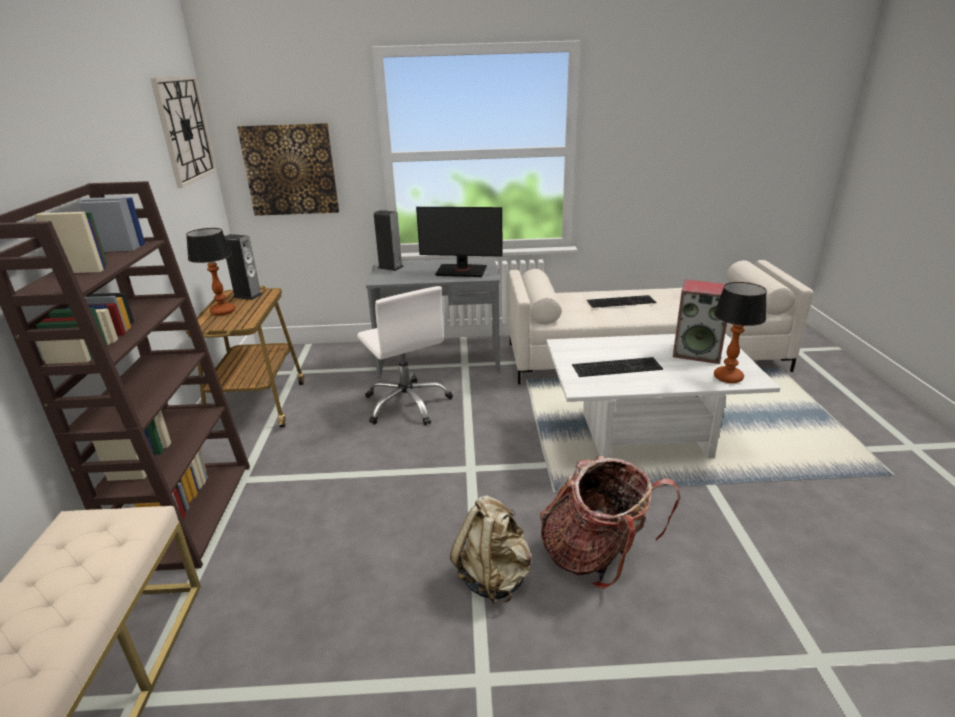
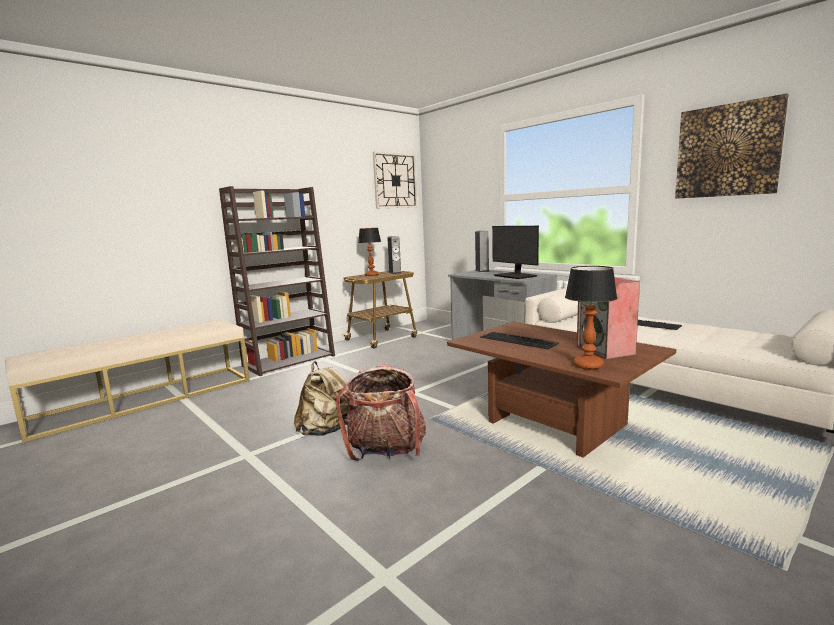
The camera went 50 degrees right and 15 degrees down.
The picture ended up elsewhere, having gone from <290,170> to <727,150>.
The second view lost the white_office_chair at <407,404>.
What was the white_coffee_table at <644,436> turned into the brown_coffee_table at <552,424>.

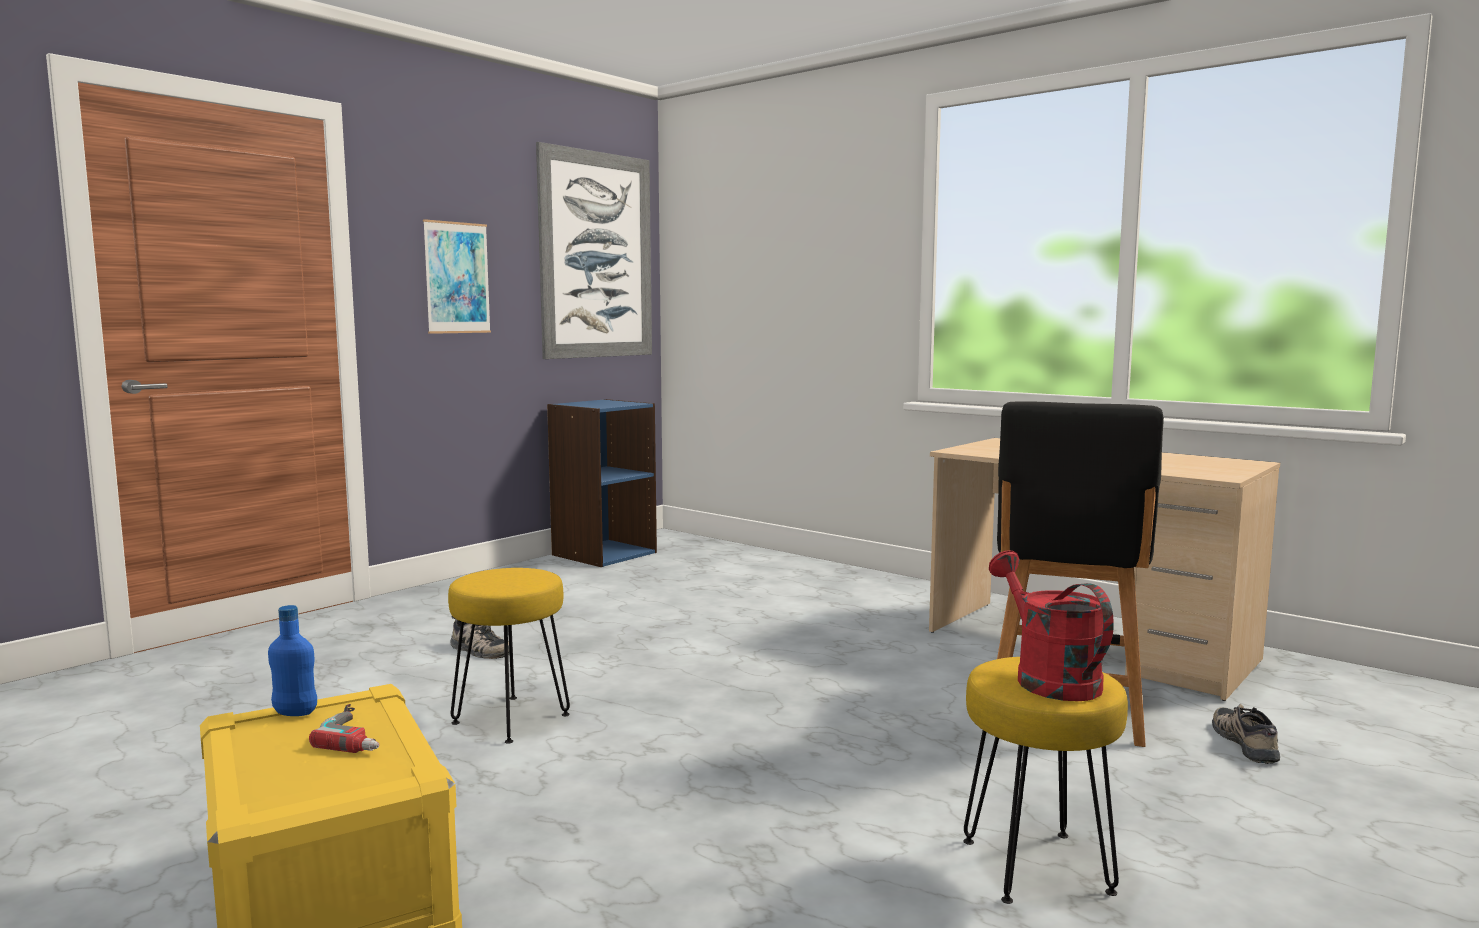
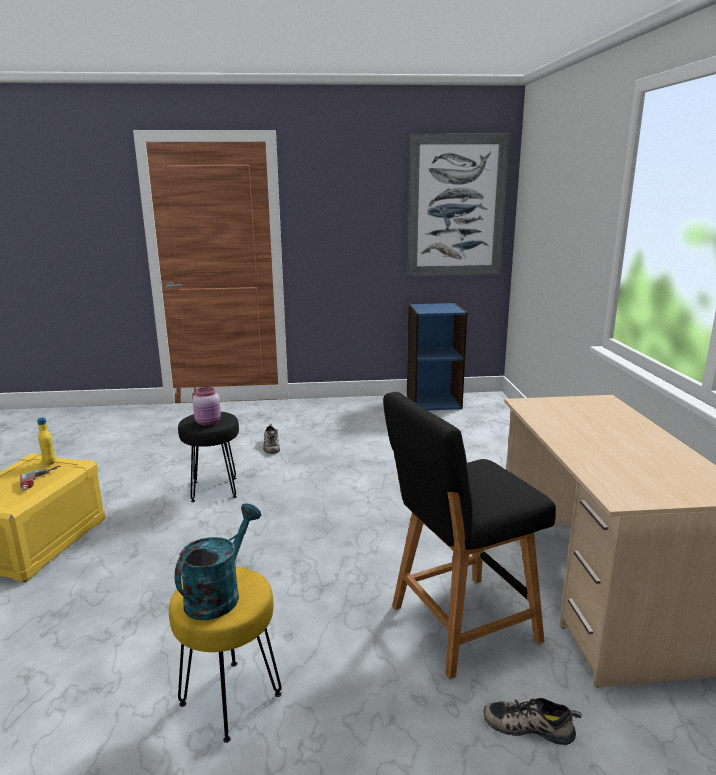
The camera went 45 degrees right and 10 degrees up.
The second view lost the picture at <457,278>.
What was the red_watering_can at <1048,678> turned into the turquoise_watering_can at <219,594>.
What was the yellow_stool at <511,718> turned into the black_stool at <215,489>.
What was the blue_bottle at <295,713> turned into the yellow_bottle at <49,462>.
The shoe at <1247,743> ended up facing another way, 120 degrees counterclockwise from before.
The second view gained the pink_jar at <209,422>.

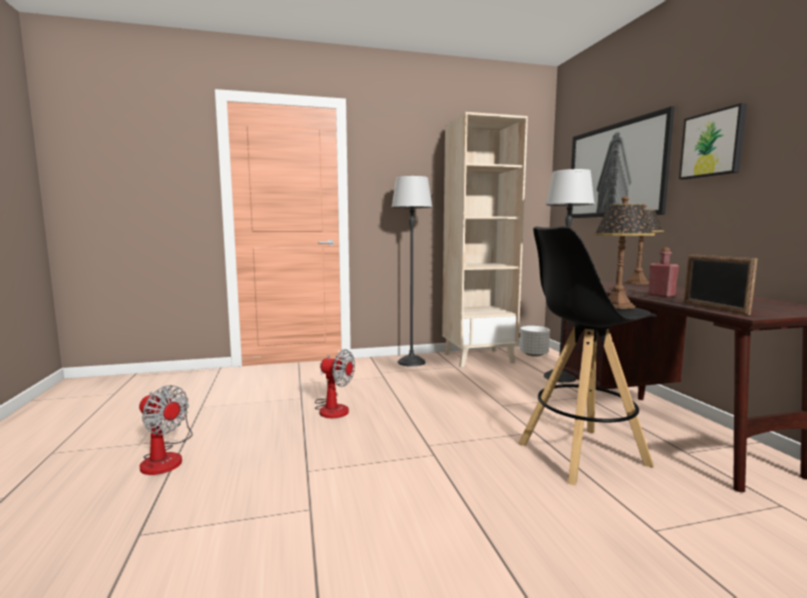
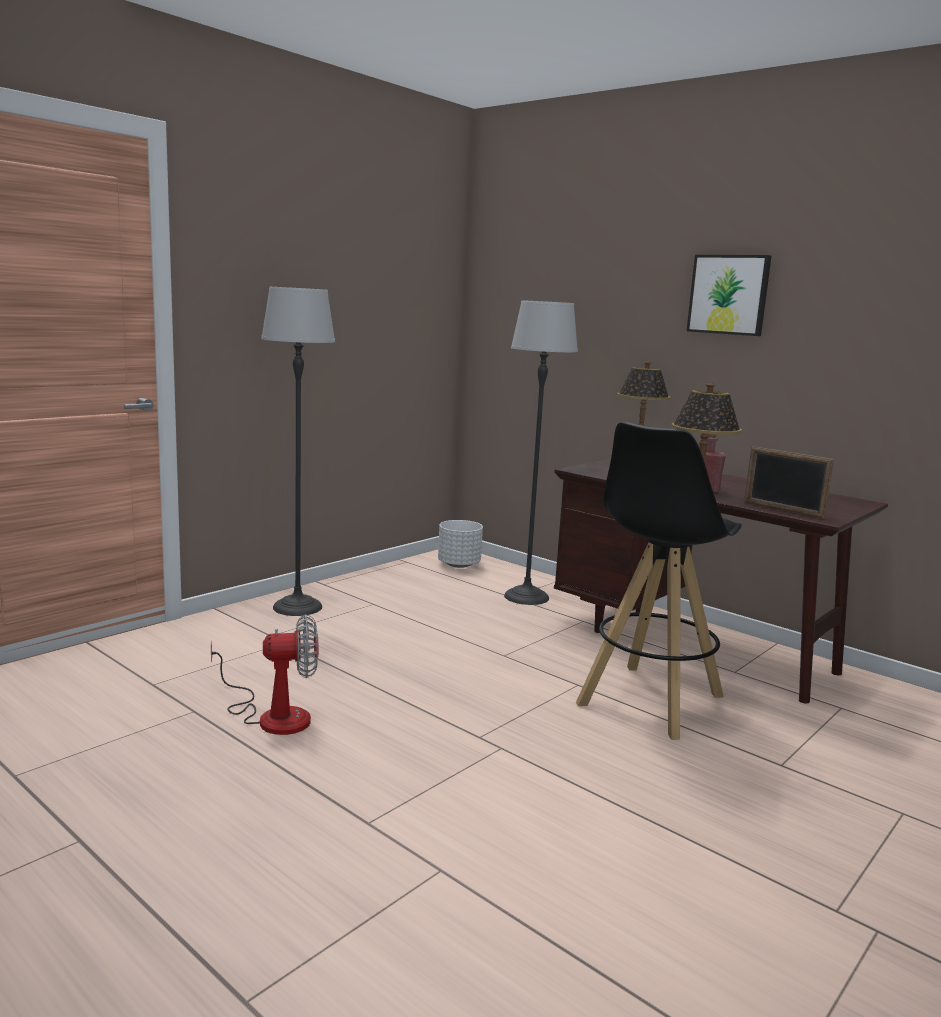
The camera went 35 degrees left and 5 degrees up.
The second view lost the picture at <616,171>.
The second view lost the beige_bookcase at <478,358>.
The second view lost the fan at <166,457>.

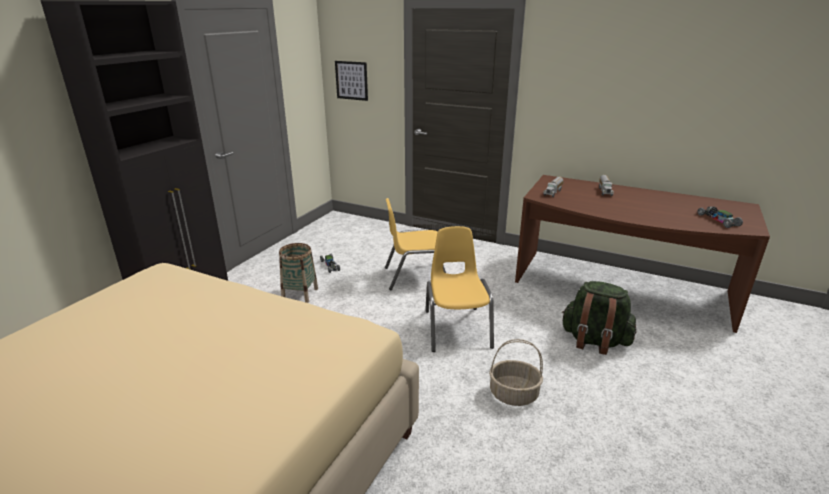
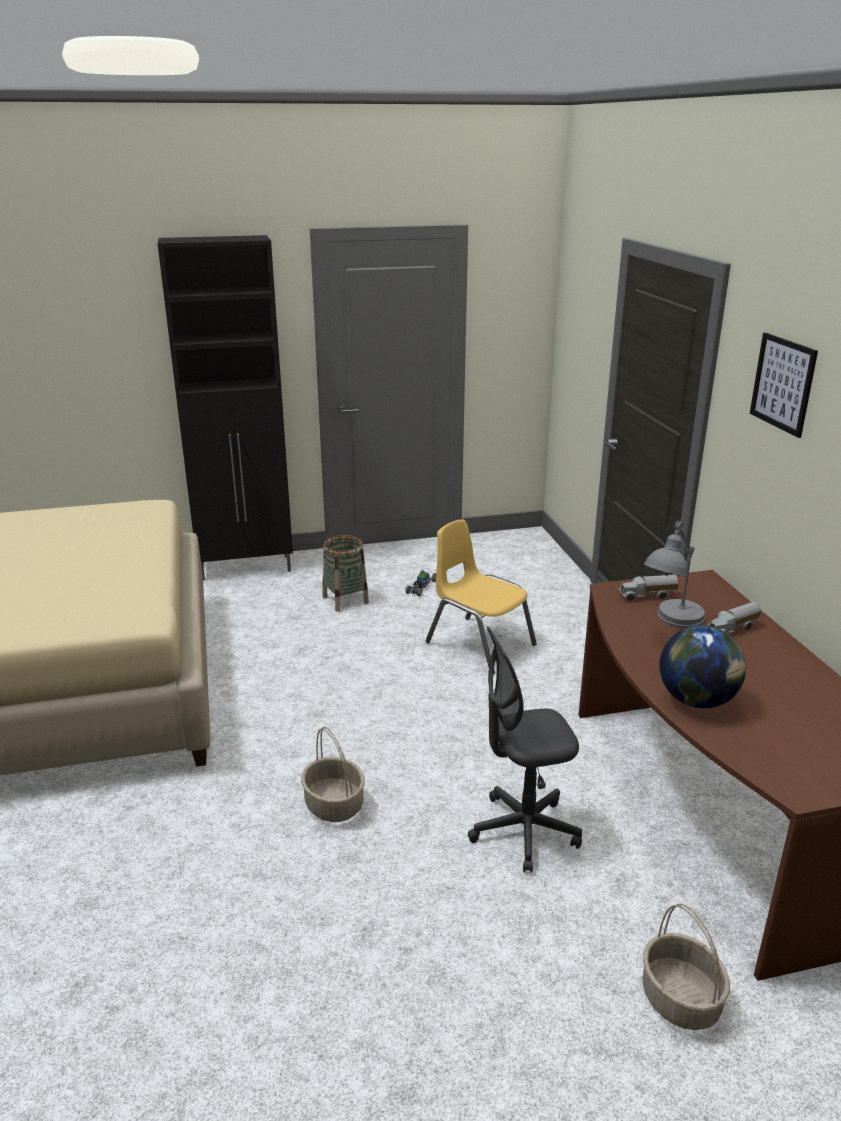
The camera went 50 degrees right and 0 degrees up.
The picture ended up elsewhere, having gone from <351,80> to <783,383>.
The second view lost the toy_car at <718,220>.
The second view lost the yellow_chair at <457,328>.
Where the green_backpack stood at <594,341>, the grey_office_chair came to stand at <524,831>.
The second view gained the grey_table_lamp at <670,624>.
The second view gained the globe at <697,700>.
The second view gained the basket at <681,1000>.

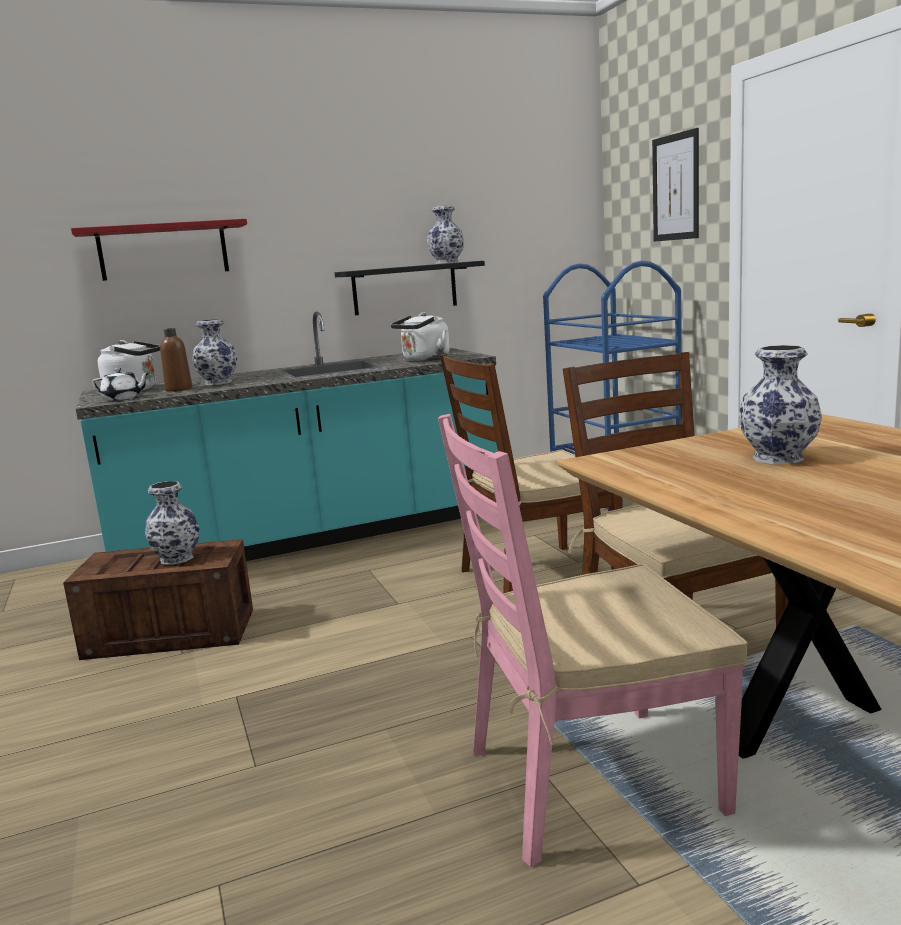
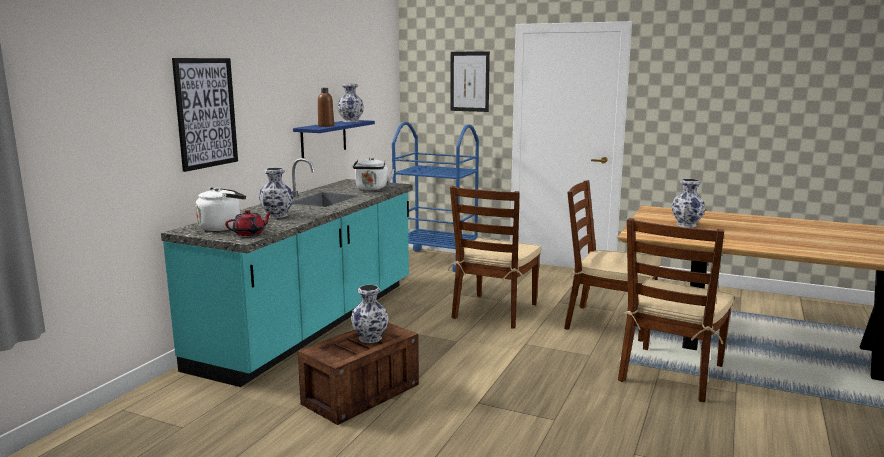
The camera went 45 degrees left and 0 degrees up.
Where the red_shelf hung at <163,251>, the picture came to hang at <206,113>.
What was the black_shelf at <404,288> turned into the blue_shelf at <323,138>.
The brown_bottle ended up elsewhere, having gone from <179,389> to <326,126>.
What was the white_teapot at <123,398> turned into the red_teapot at <250,233>.
What was the pink_chair at <590,780> turned into the brown_chair at <671,373>.

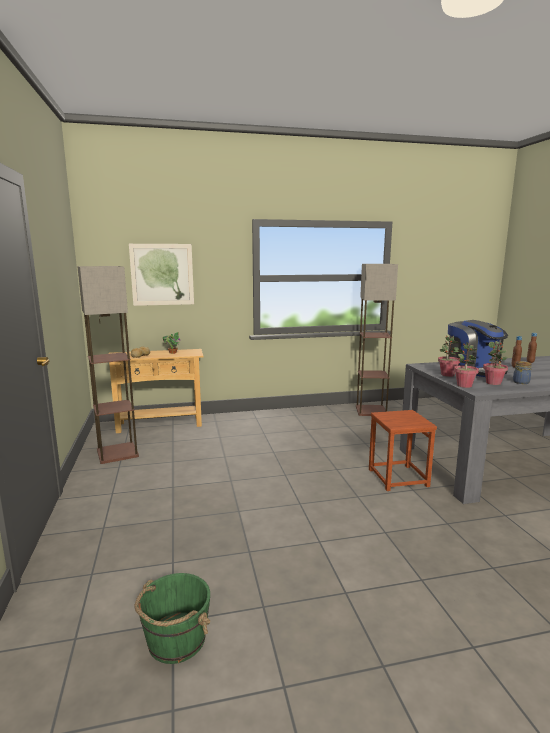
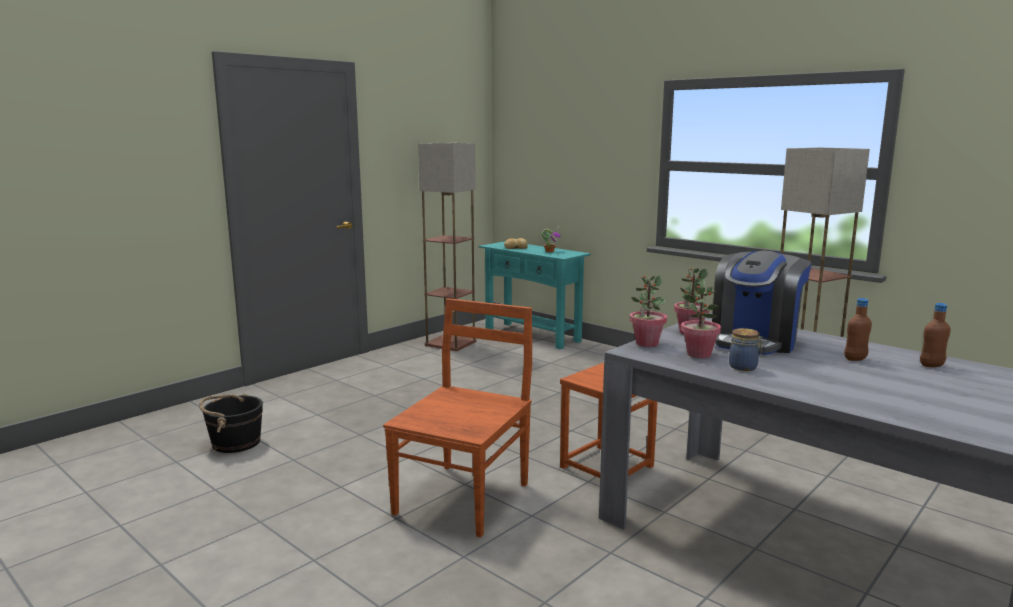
The camera went 55 degrees right and 0 degrees up.
The second view lost the picture at <162,274>.
What was the beige_console_table at <160,424> turned into the turquoise_console_table at <532,335>.
What was the green_bucket at <175,640> turned into the black_bucket at <235,443>.
The second view gained the brown_chair at <464,497>.

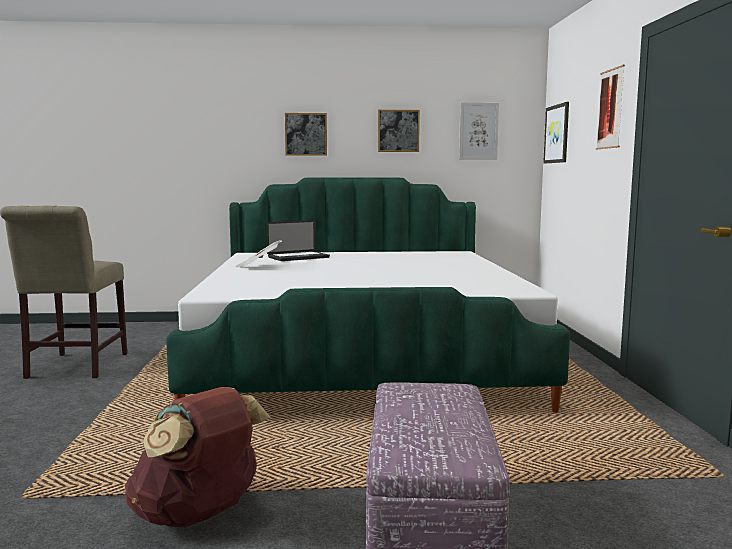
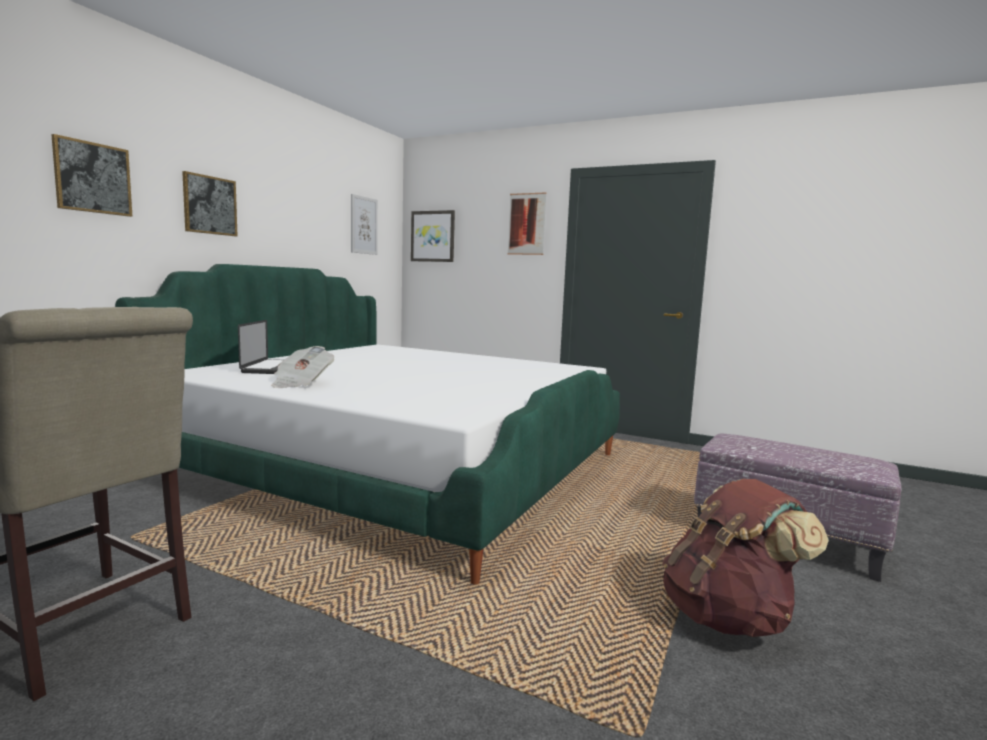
The camera went 60 degrees left and 0 degrees up.
The picture ended up elsewhere, having gone from <398,131> to <93,178>.

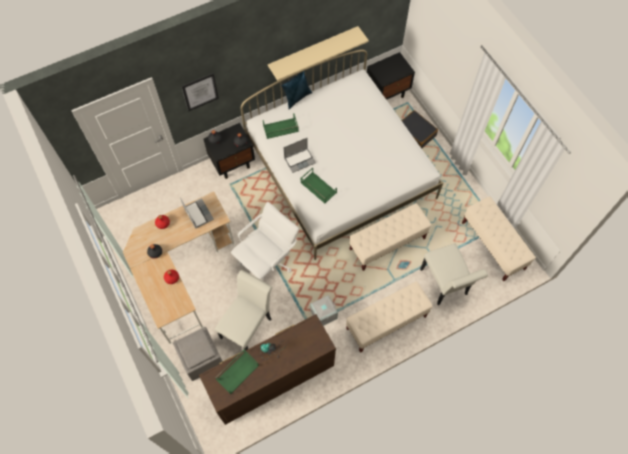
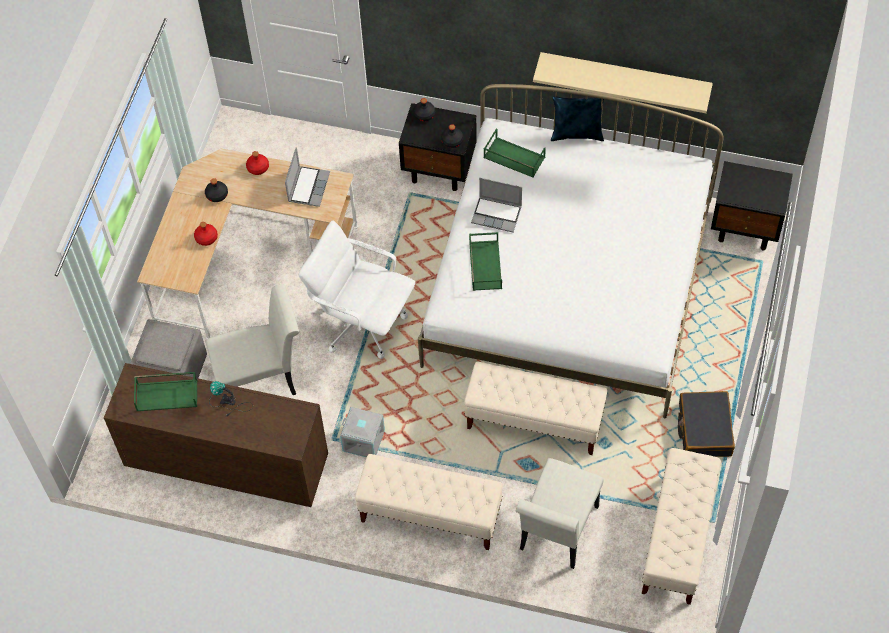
The camera went 45 degrees right and 5 degrees down.
The second view lost the picture at <200,91>.
The black_suitcase ended up elsewhere, having gone from <415,133> to <704,429>.
The white_office_chair at <268,261> ended up facing another way, 150 degrees counterclockwise from before.

